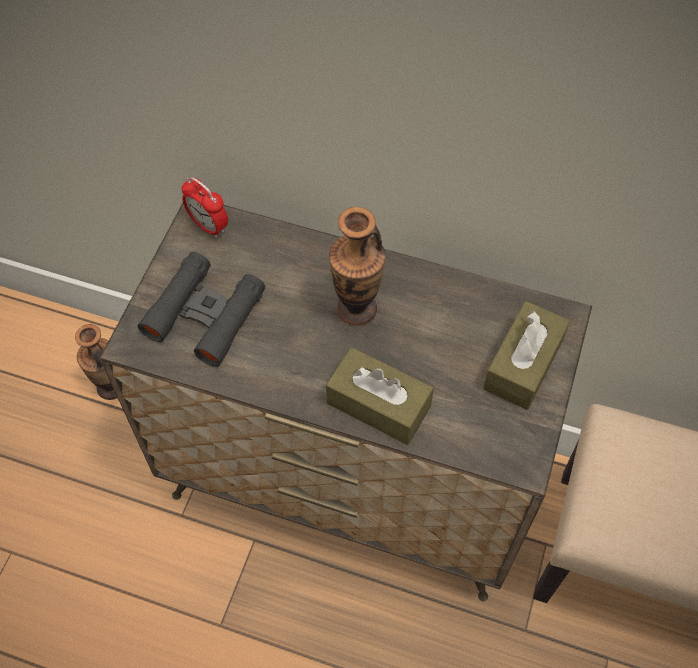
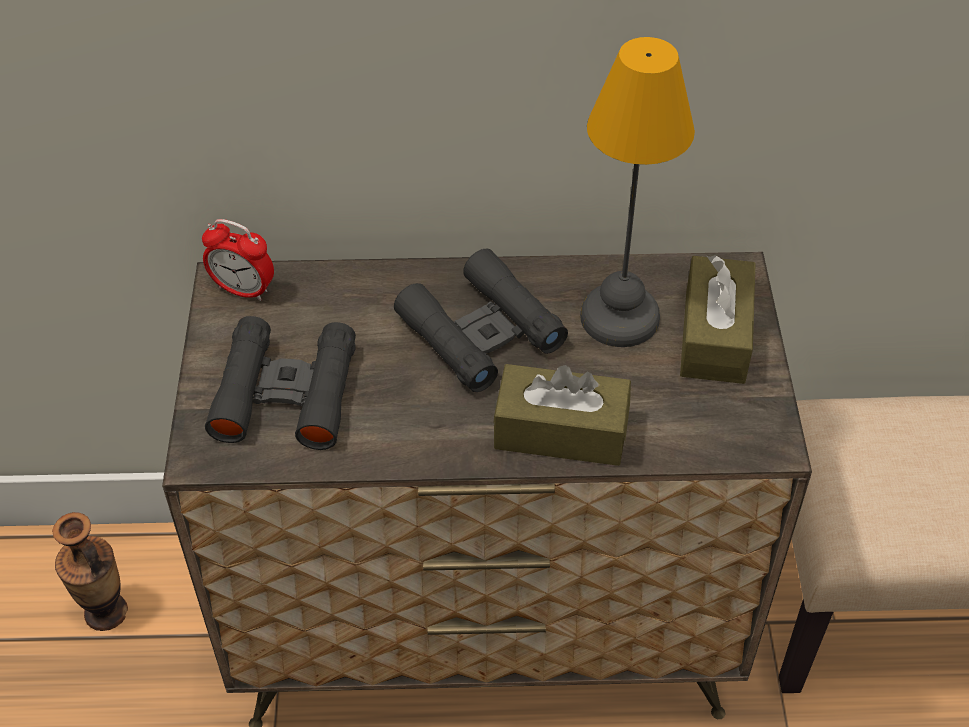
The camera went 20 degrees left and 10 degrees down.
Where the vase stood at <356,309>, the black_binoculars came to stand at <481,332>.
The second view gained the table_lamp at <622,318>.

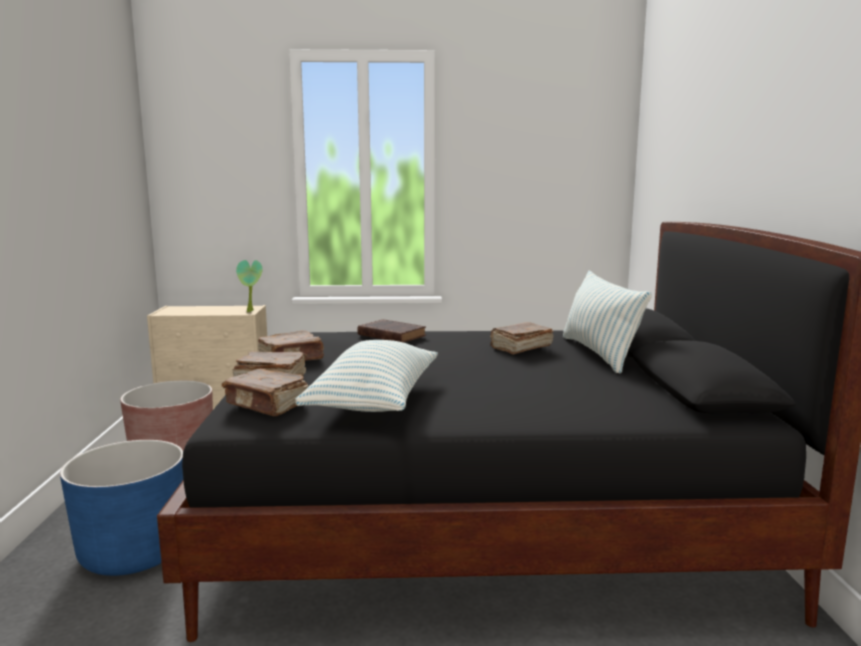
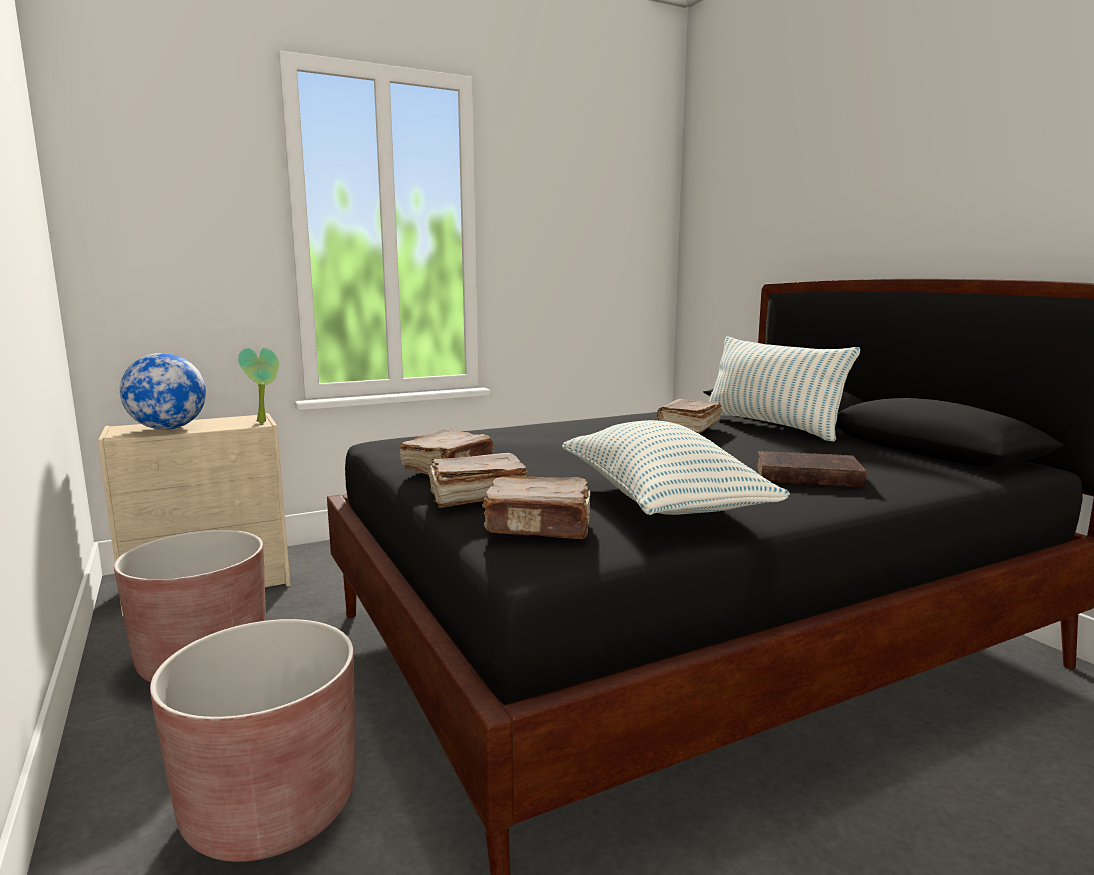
The camera went 25 degrees left and 0 degrees up.
The brown_book ended up elsewhere, having gone from <390,335> to <804,476>.
What was the blue_planter at <133,552> turned into the brown_planter at <271,808>.
The second view gained the globe at <168,429>.

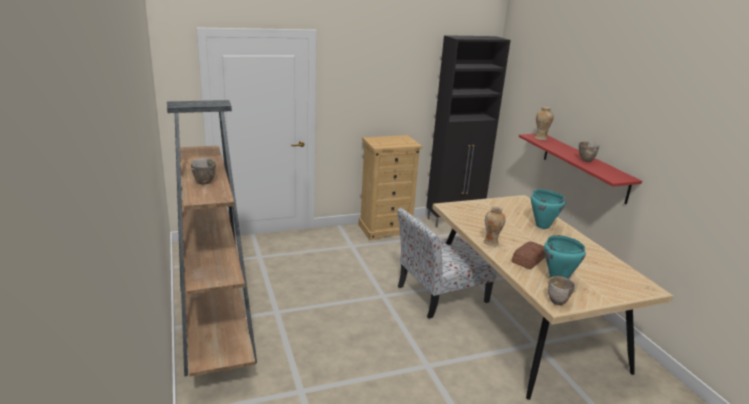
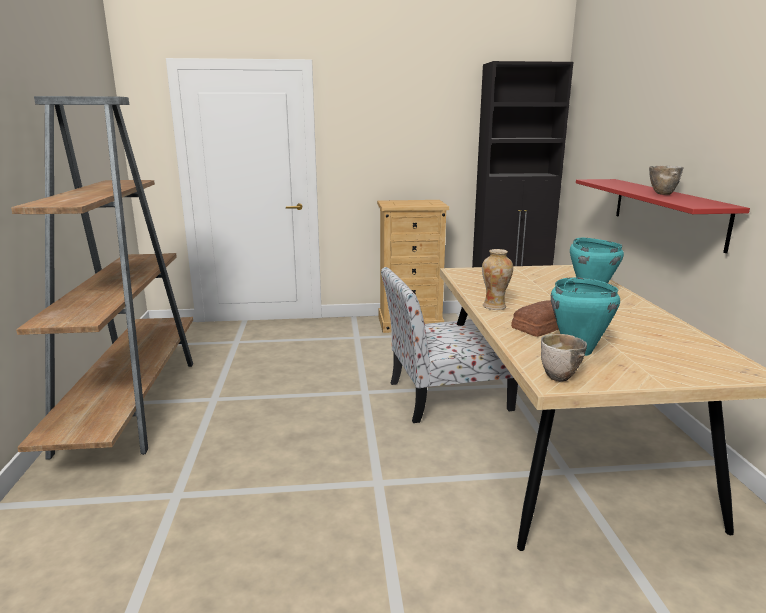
The camera went 15 degrees right and 5 degrees down.
The second view lost the vase at <540,138>.
The second view lost the bowl at <203,183>.

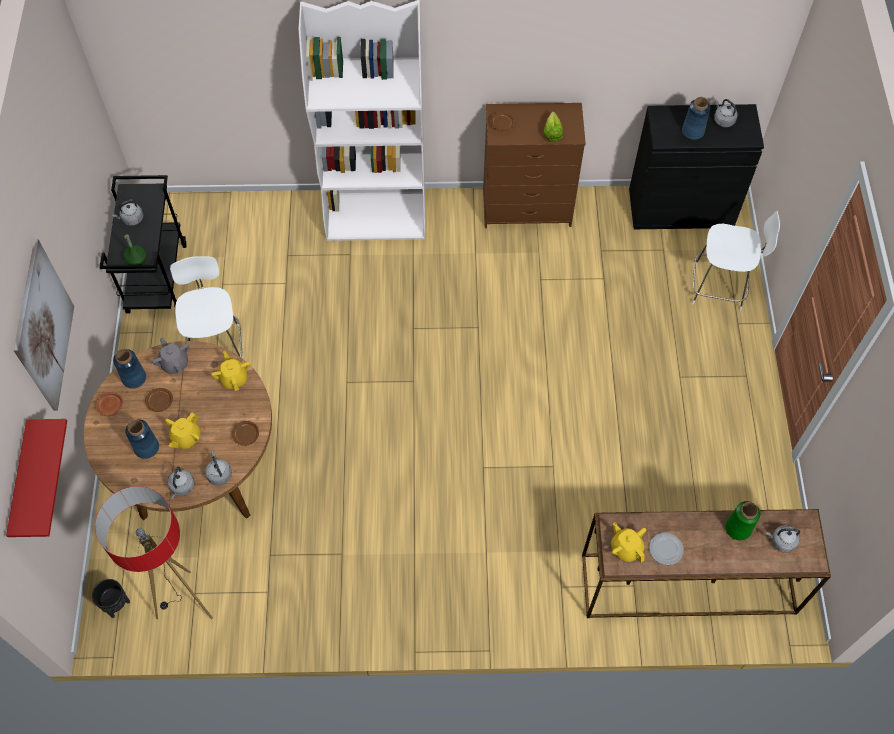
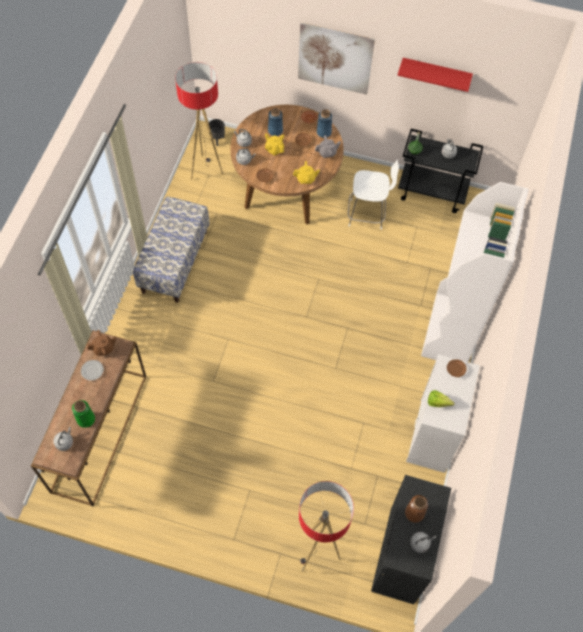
The camera went 105 degrees right and 0 degrees up.
What was the blue_vase at <693,131> turned into the brown_vase at <414,513>.
What was the brown_dresser at <527,207> turned into the white_dresser at <432,436>.
Where the white_chair stood at <720,287>, the floor_lamp came to stand at <317,554>.
The red_shelf ended up elsewhere, having gone from <23,484> to <435,74>.
What was the yellow_teapot at <626,548> turned into the brown_teapot at <103,348>.
The second view gained the bench at <174,261>.

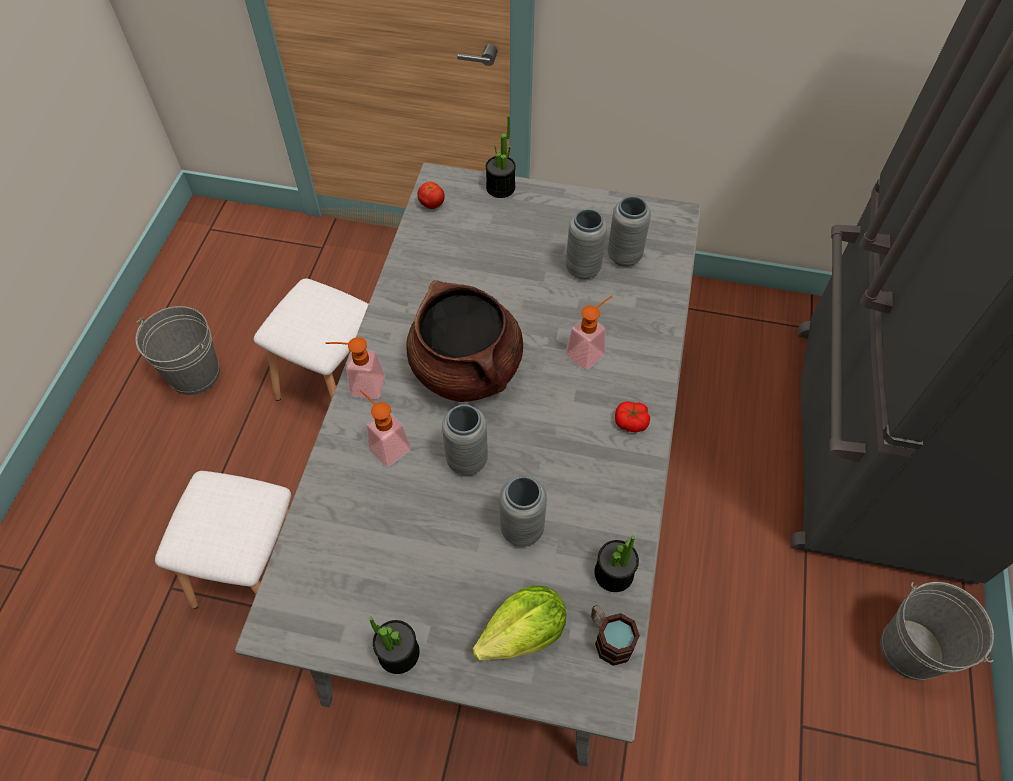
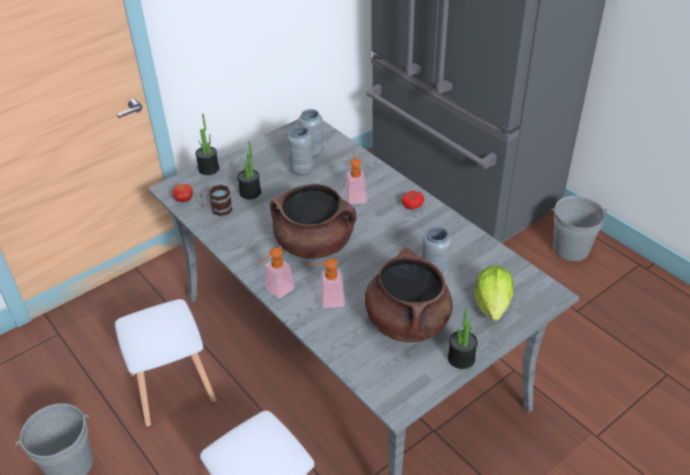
The camera went 50 degrees left and 15 degrees down.
The second view lost the grey_vase at <467,460>.
The potted_plant ended up elsewhere, having gone from <613,573> to <250,192>.
The mug ended up elsewhere, having gone from <608,638> to <217,209>.
The second view gained the brown_cooking_pot at <407,321>.

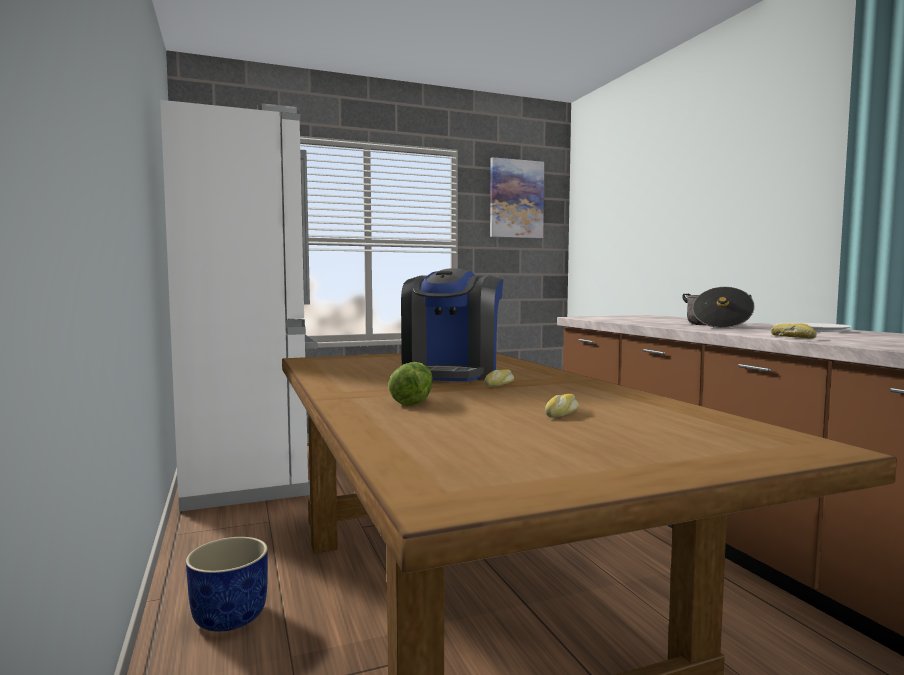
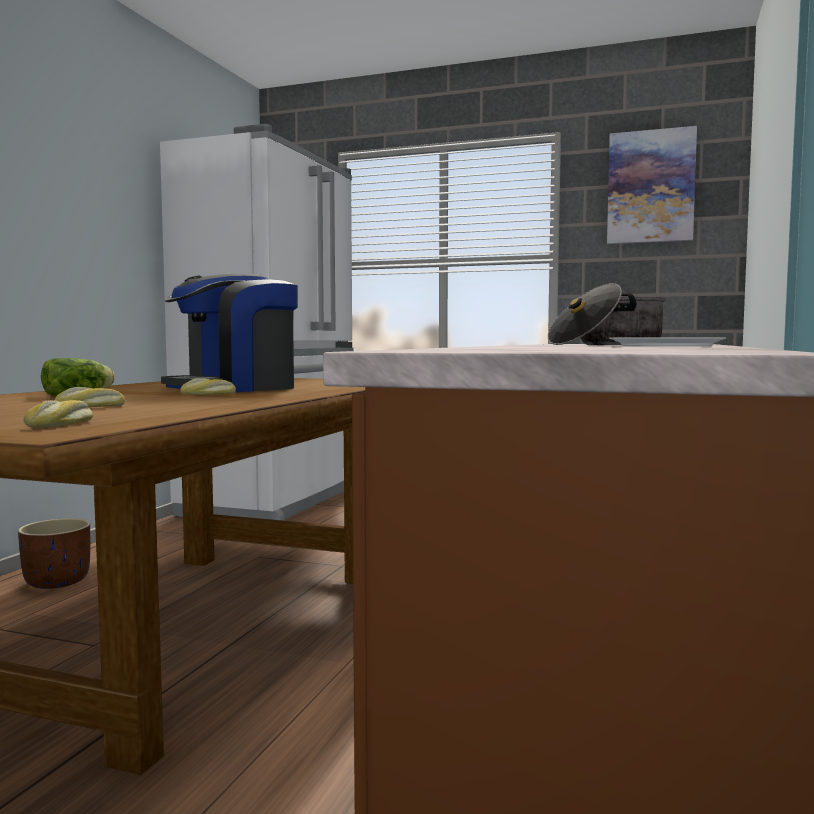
The camera went 40 degrees right and 0 degrees up.
The bread ended up elsewhere, having gone from <793,337> to <62,424>.
What was the blue_planter at <231,616> turned into the brown_planter at <58,582>.

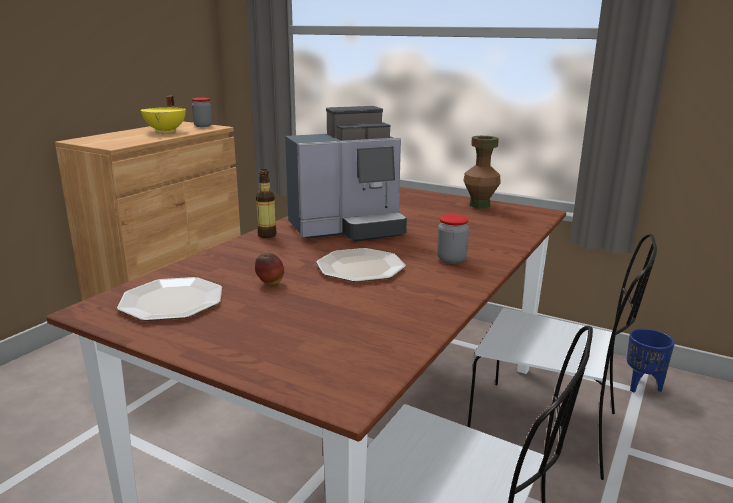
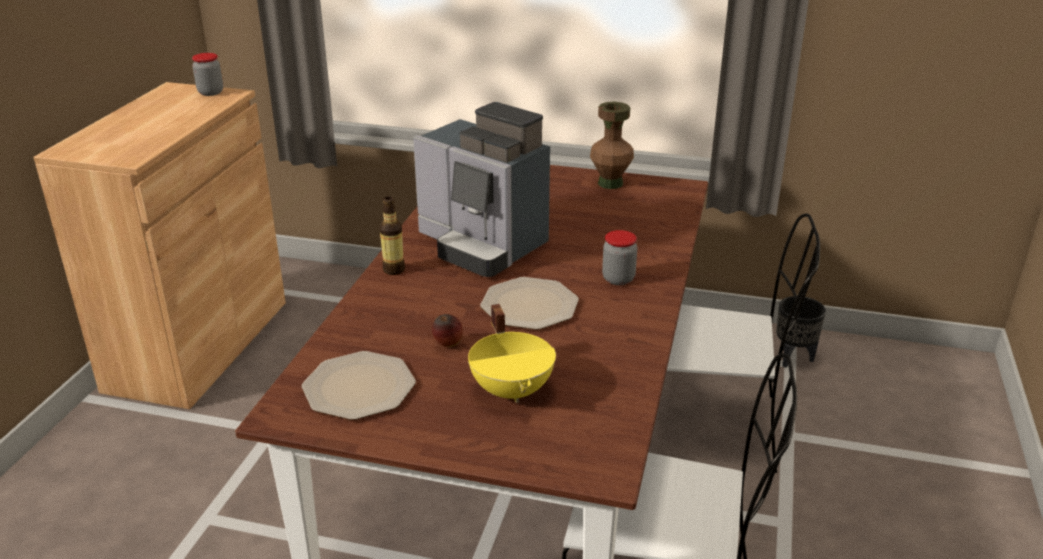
The camera went 15 degrees left and 10 degrees up.
The yellow_cooking_pot ended up elsewhere, having gone from <166,131> to <513,390>.
The coffee_machine at <348,228> ended up facing another way, 75 degrees clockwise from before.
What was the blue_planter at <643,386> turned into the black_planter at <794,358>.

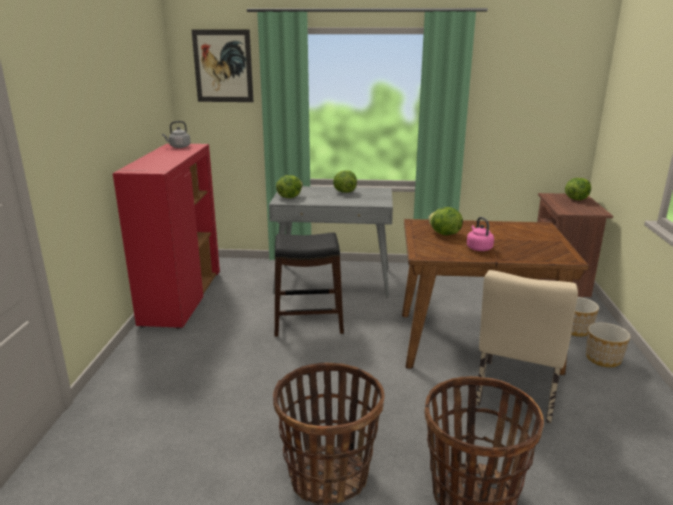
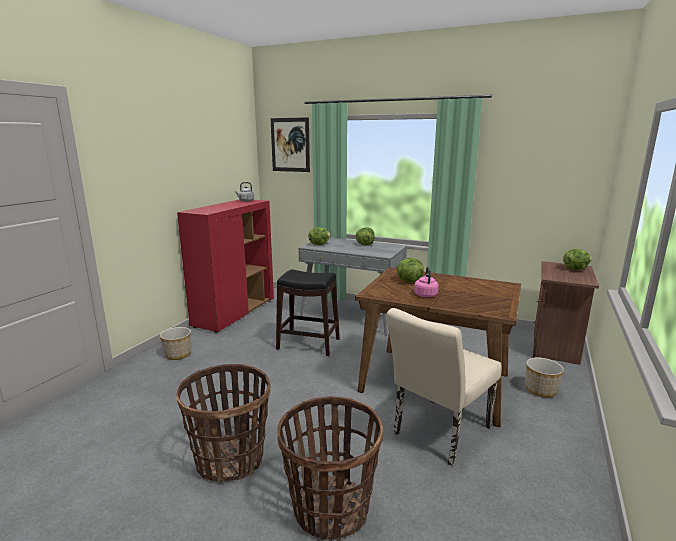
The camera went 20 degrees right and 5 degrees down.
The planter ended up elsewhere, having gone from <603,359> to <178,354>.

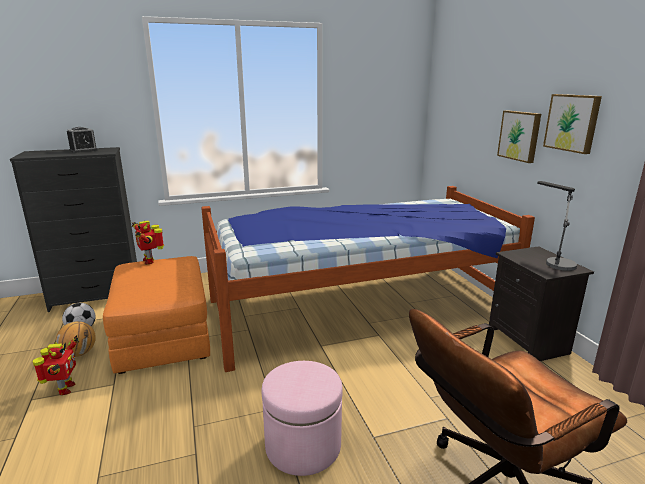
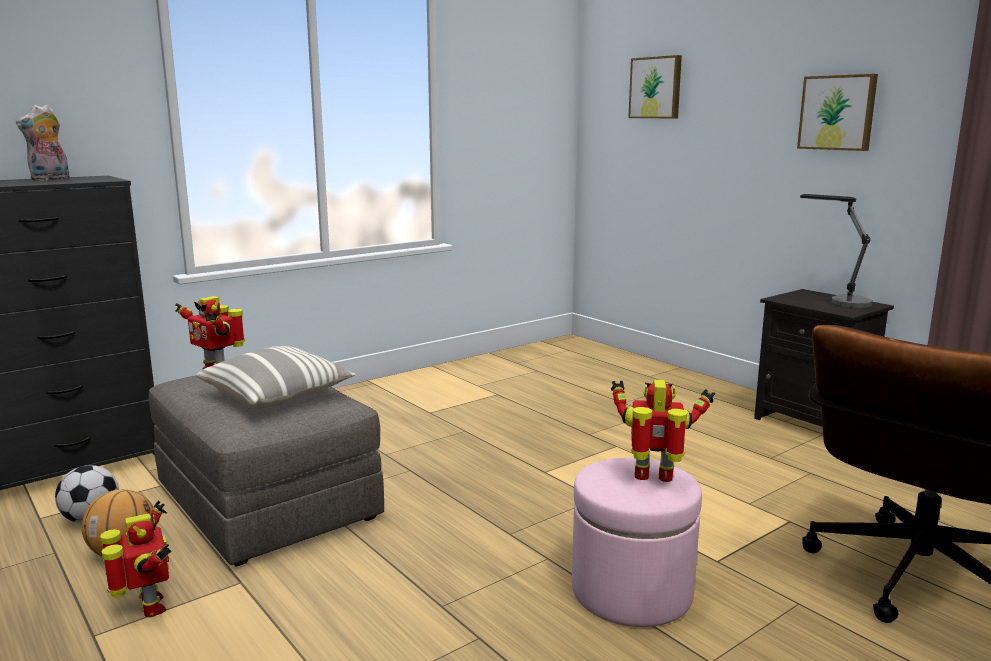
The camera went 20 degrees left and 5 degrees down.
The picture ended up elsewhere, having gone from <520,135> to <656,88>.
Where the alarm_clock stood at <83,150>, the plush_toy came to stand at <50,179>.
The second view lost the bed at <357,307>.
What was the orange_ottoman at <164,336> turned into the grey_ottoman at <268,502>.
The second view gained the pillow at <278,395>.
The second view gained the toy_robot at <655,478>.

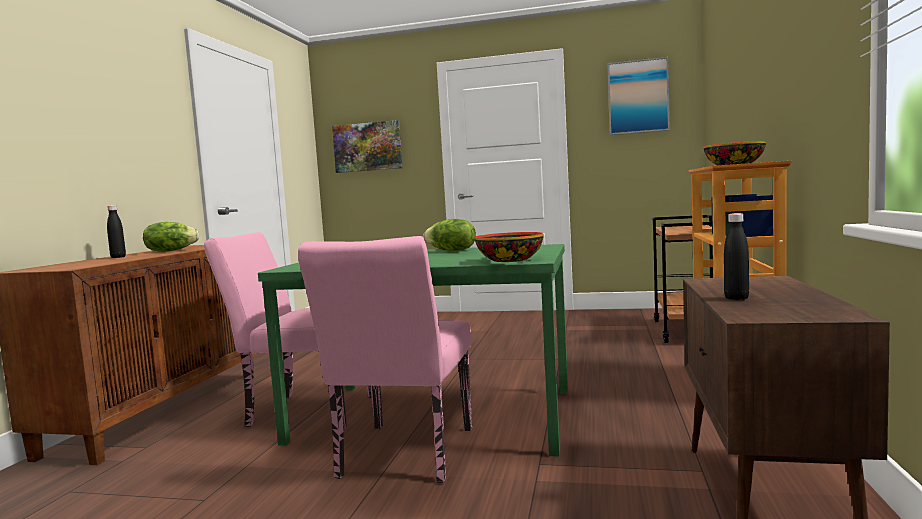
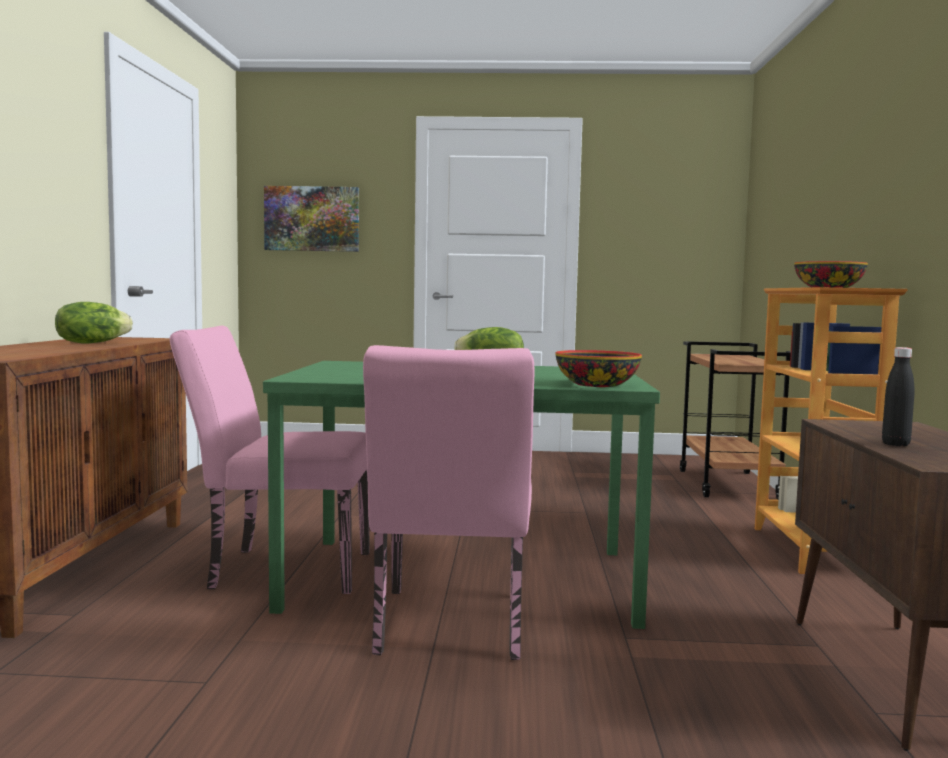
The camera went 10 degrees left and 0 degrees up.
The second view lost the picture at <638,97>.
The second view lost the black_bottle at <118,257>.

